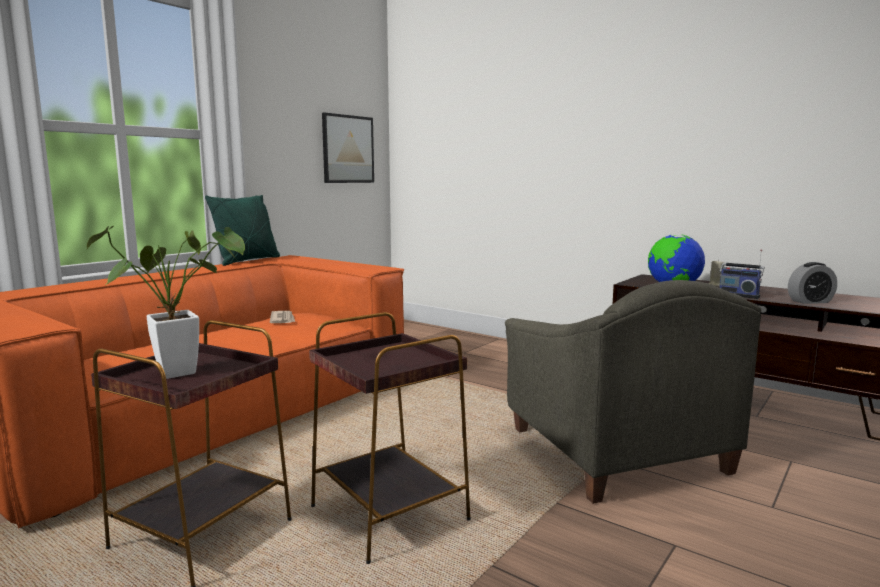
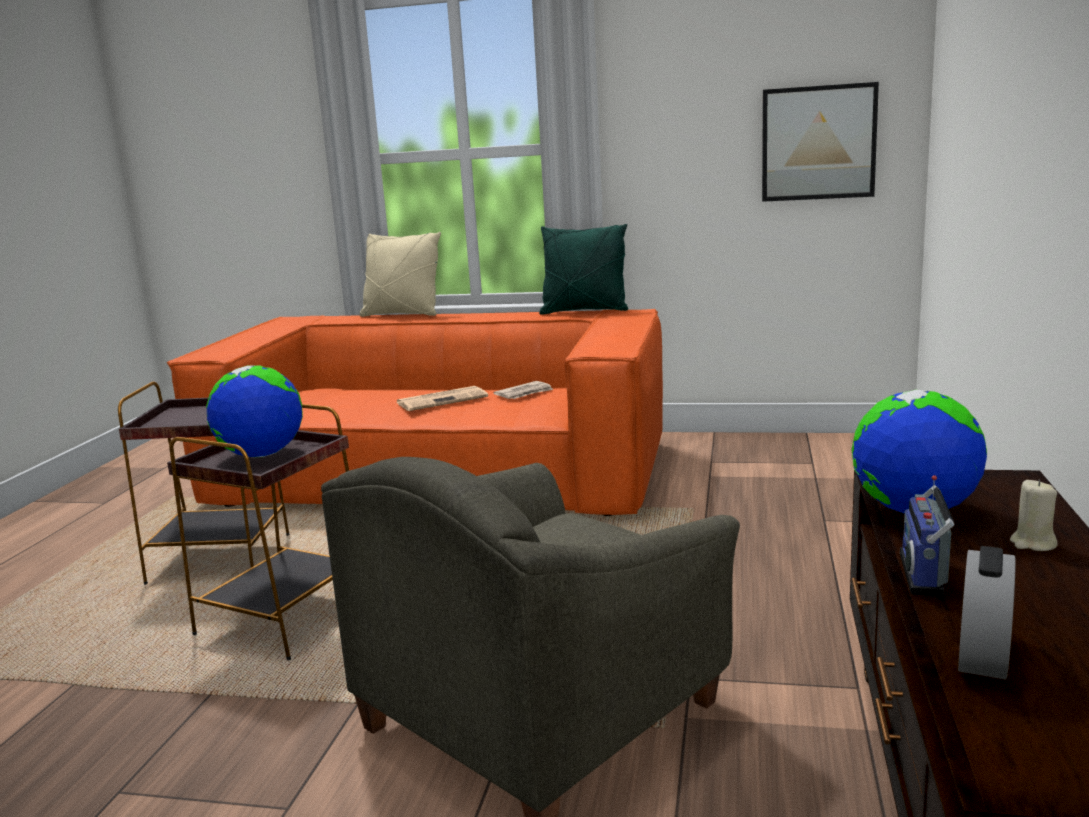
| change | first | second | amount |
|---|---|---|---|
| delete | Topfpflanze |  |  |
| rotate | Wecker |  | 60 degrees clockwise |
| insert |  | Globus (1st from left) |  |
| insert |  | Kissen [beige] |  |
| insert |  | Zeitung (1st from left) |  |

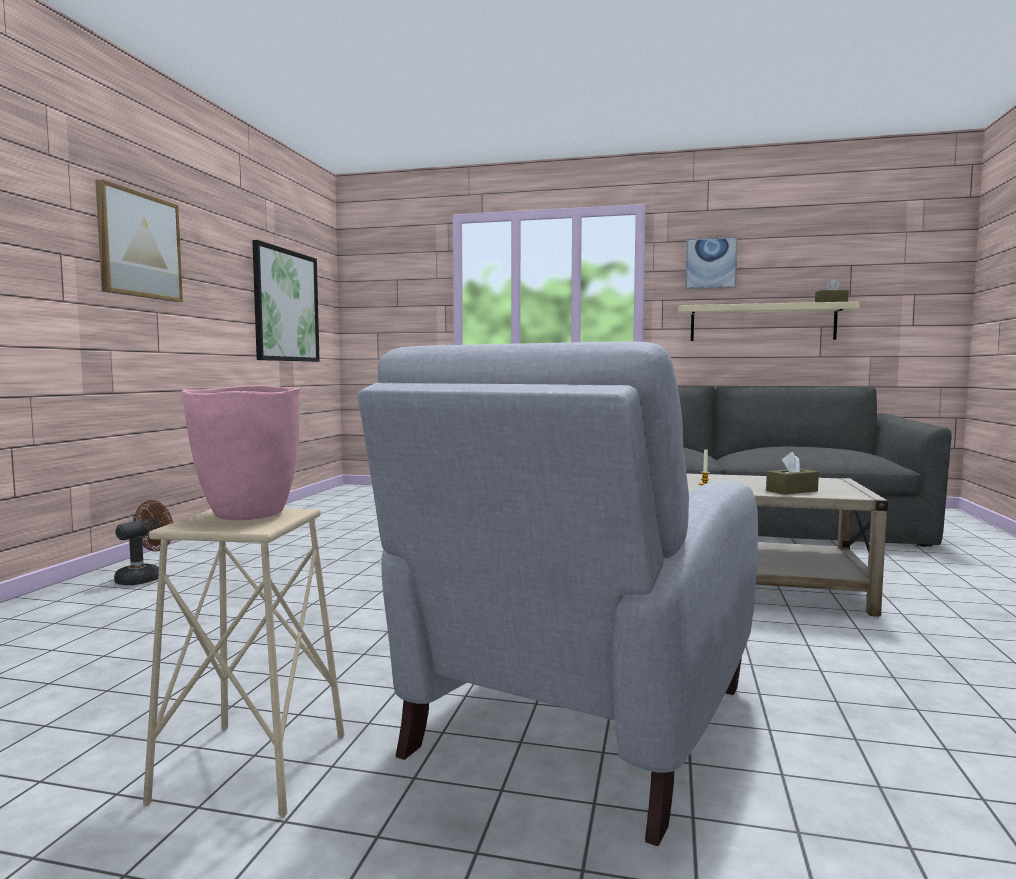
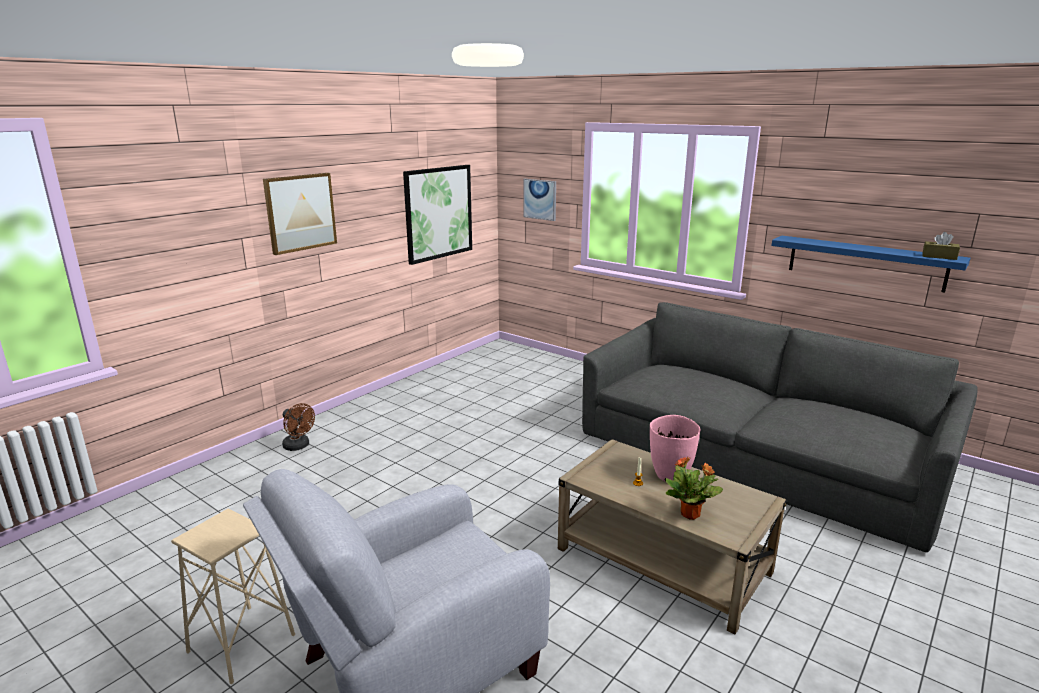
| change | first | second | amount |
|---|---|---|---|
| rotate | Ventilator [braun] |  | 75 degrees clockwise |
| move | Vase [rosa] |  |  |
| recolor | Wandregal [beige] | Wandregal [blau] |  |
| move | Bild (3rd from left) |  |  |
| replace | Taschentuchbox [braun] (1st from left) | Topfpflanze |  |

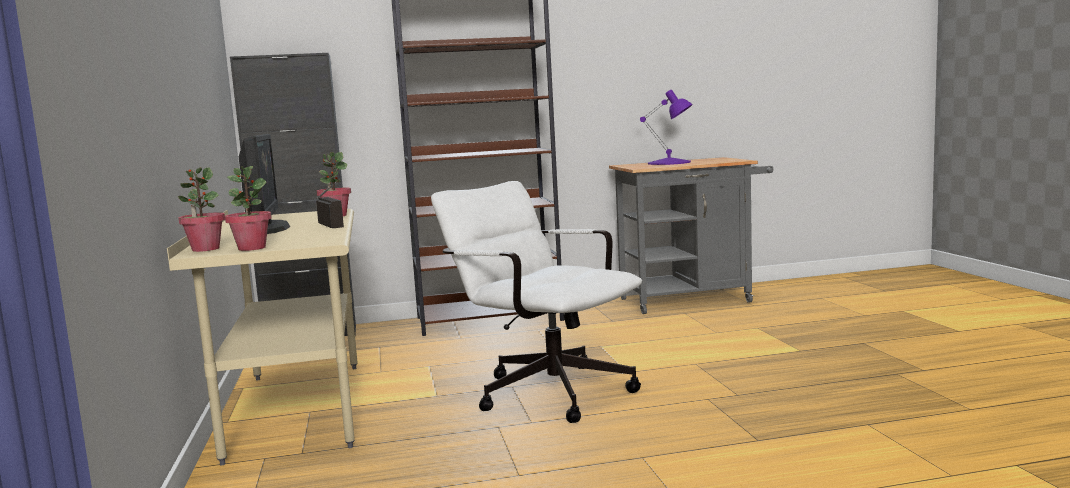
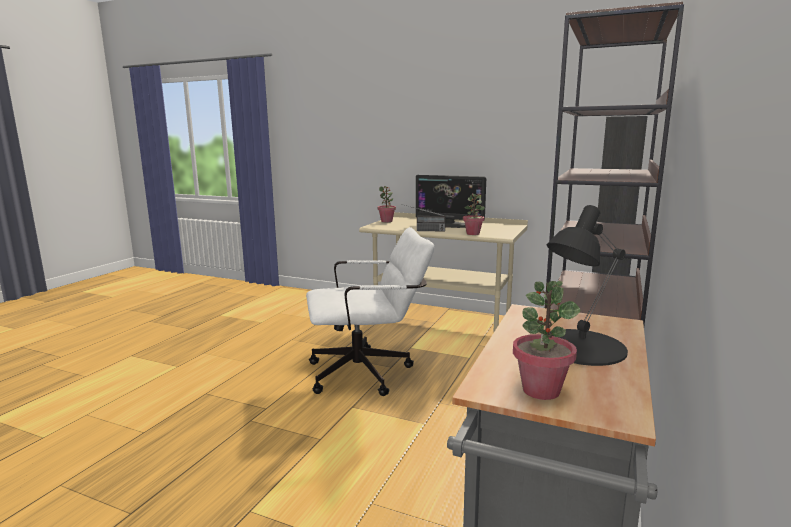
| change | first | second | amount |
|---|---|---|---|
| move | Topfpflanze (1st from left in the first image) | Topfpflanze (3rd from left) |  |
| recolor | Tischlampe [lila] | Tischlampe [schwarz] |  |

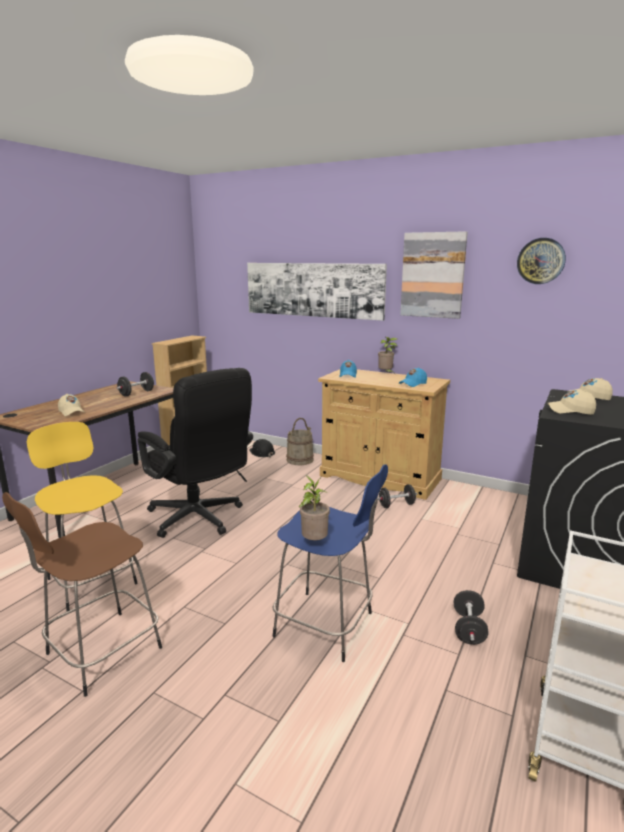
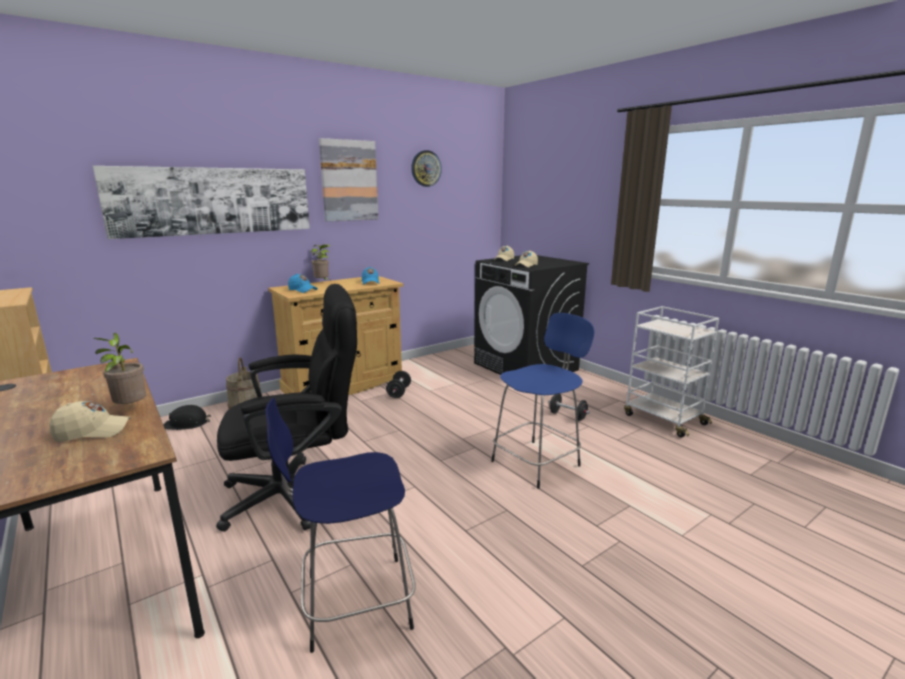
| change | first | second | amount |
|---|---|---|---|
| delete | Hocker [braun] |  |  |
| recolor | Hocker [gelb] | Hocker [blau] (1st from left) |  |
| delete | Hantel [schwarz] (1st from left) |  |  |
| move | Topfpflanze (1st from left) |  |  |

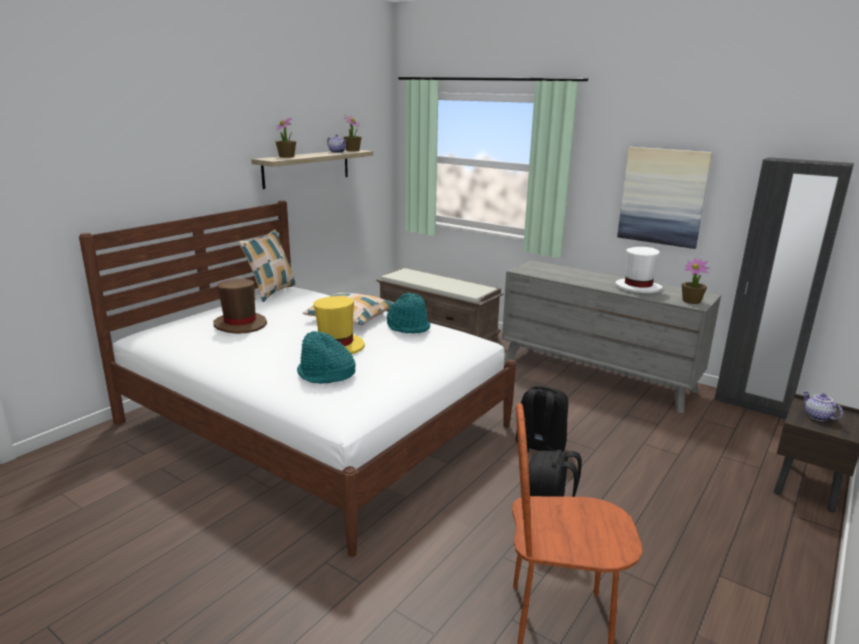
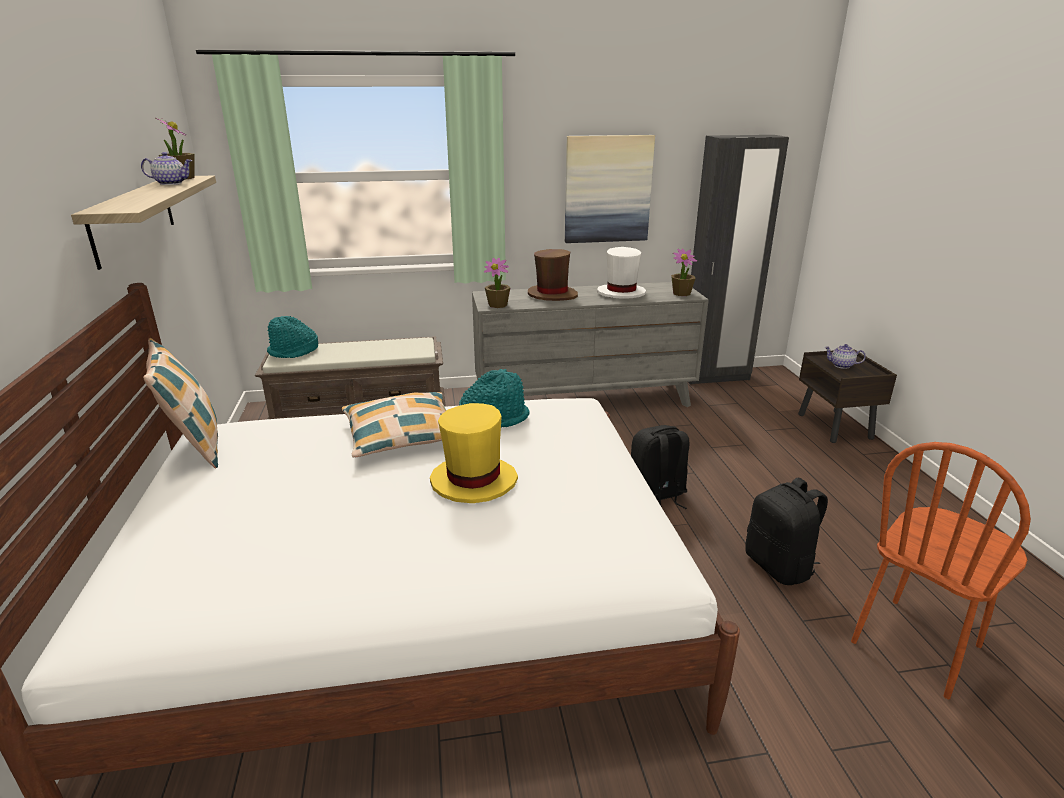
| change | first | second | amount |
|---|---|---|---|
| move | Hut [braun] |  |  |
| move | Topfpflanze (1st from left in the first image) | Topfpflanze (2nd from left) |  |
| move | Hut [türkis] (1st from left) |  |  |

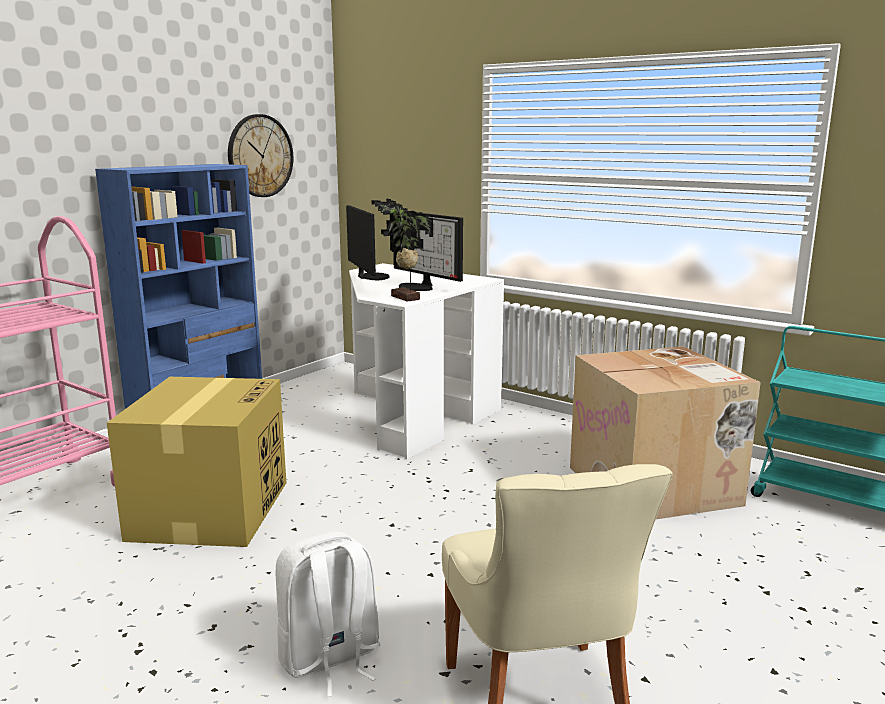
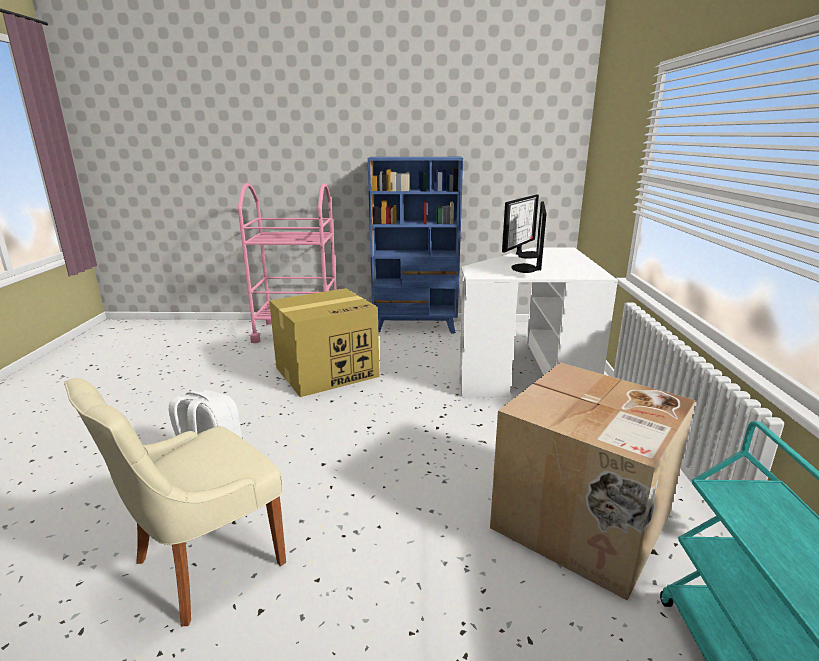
| change | first | second | amount |
|---|---|---|---|
| delete | Wanduhr |  |  |
| delete | Topfpflanze |  |  |

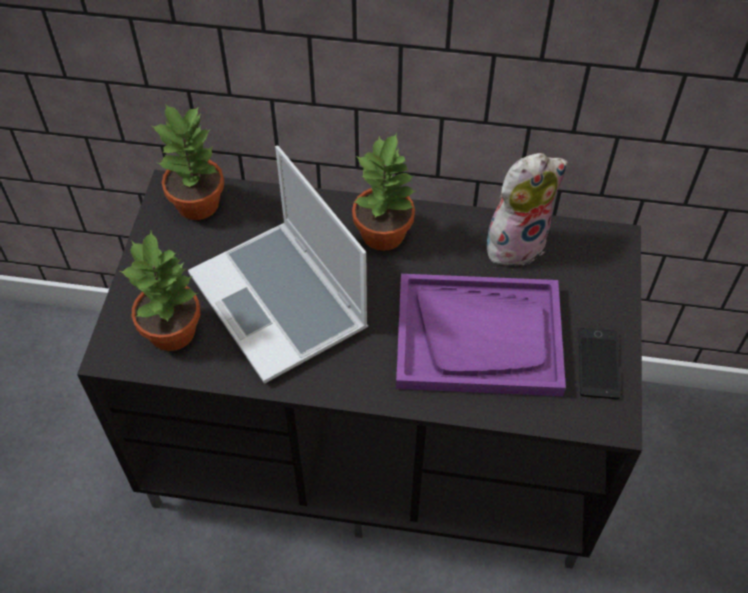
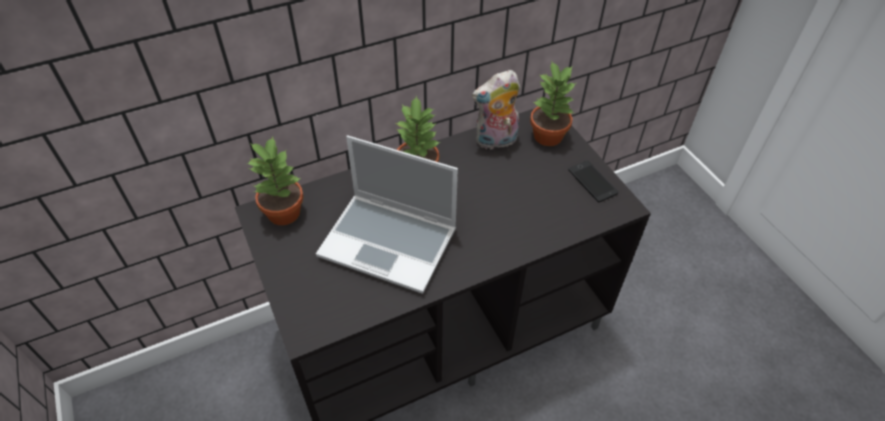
| change | first | second | amount |
|---|---|---|---|
| move | Topfpflanze (1st from left in the first image) | Topfpflanze (3rd from left) |  |
| delete | Tablett [lila] |  |  |
| rotate | Plüschtier |  | 135 degrees counterclockwise |

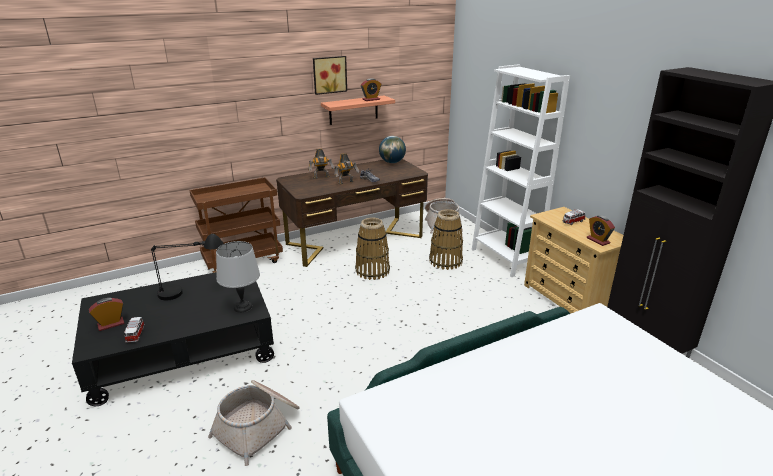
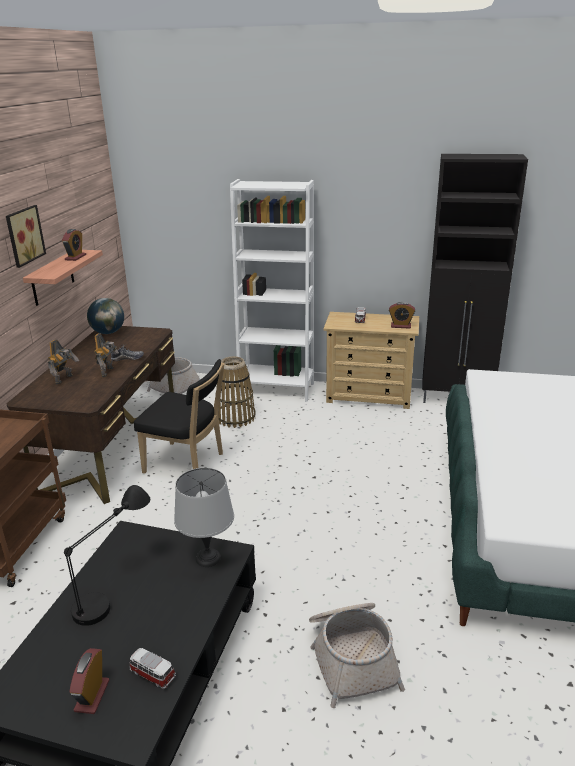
| change | first | second | amount |
|---|---|---|---|
| replace | Korb (2nd from left) | Stuhl [schwarz] |  |

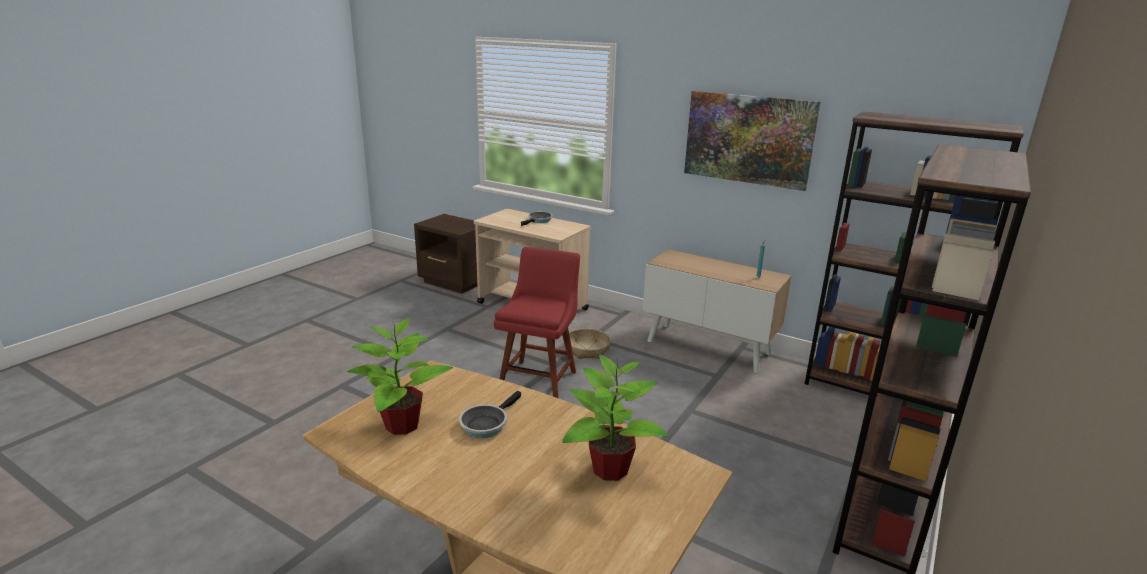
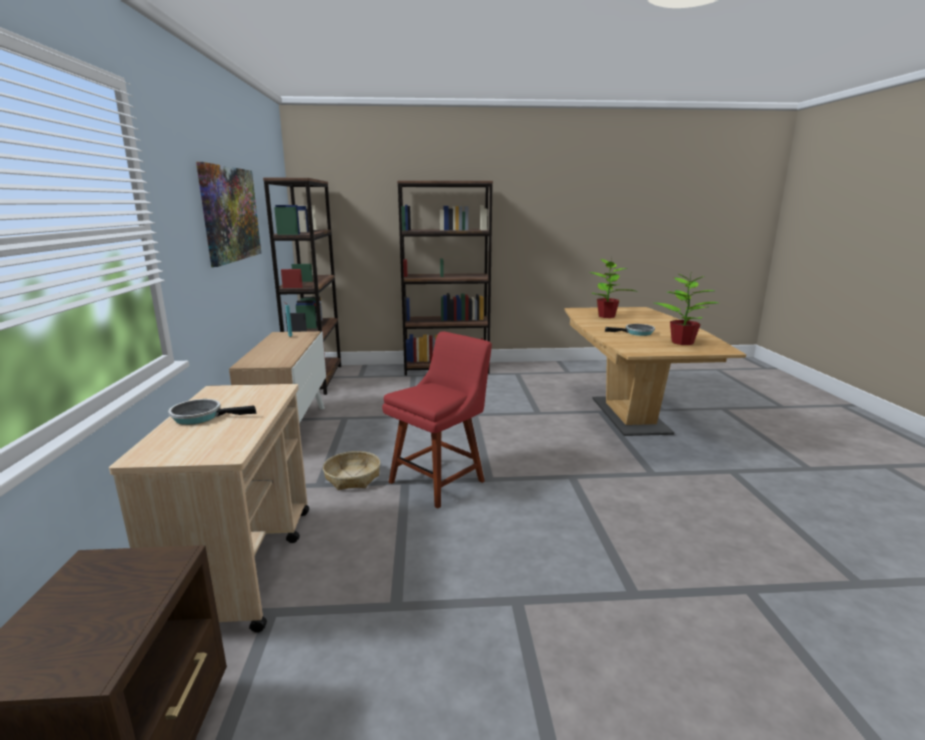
| change | first | second | amount |
|---|---|---|---|
| rotate | Stuhl [rot] |  | 150 degrees clockwise |

